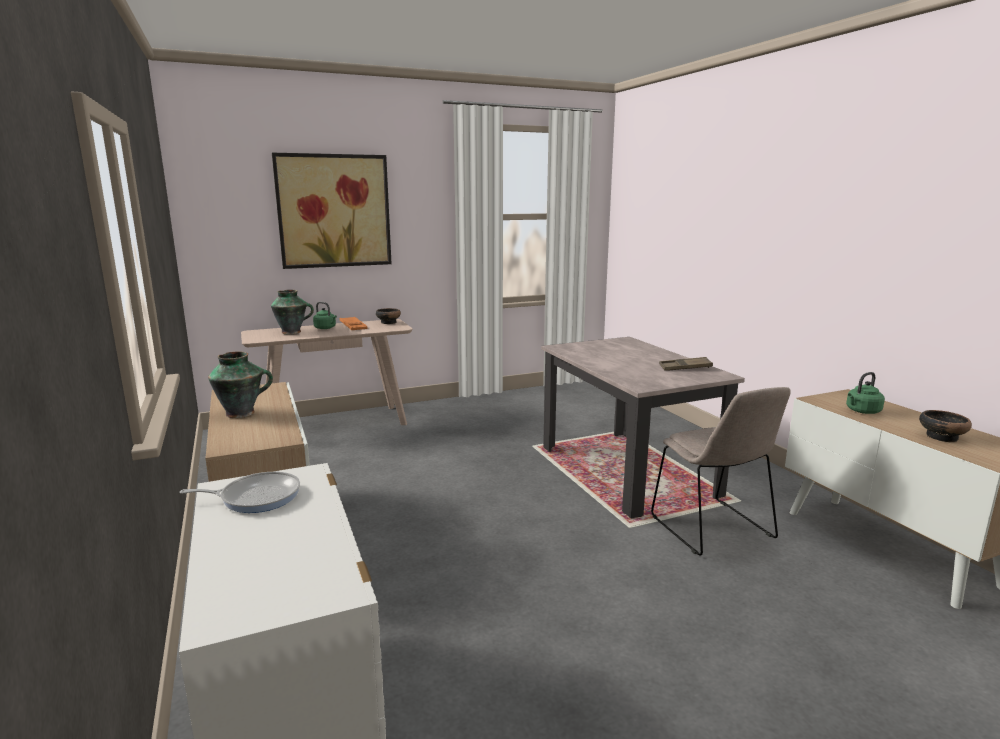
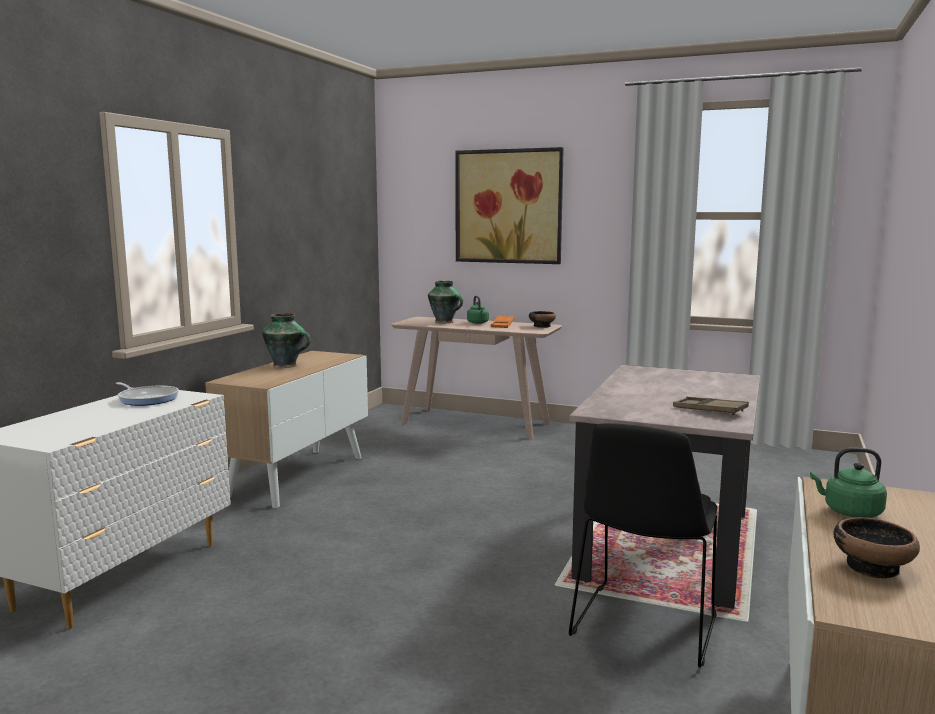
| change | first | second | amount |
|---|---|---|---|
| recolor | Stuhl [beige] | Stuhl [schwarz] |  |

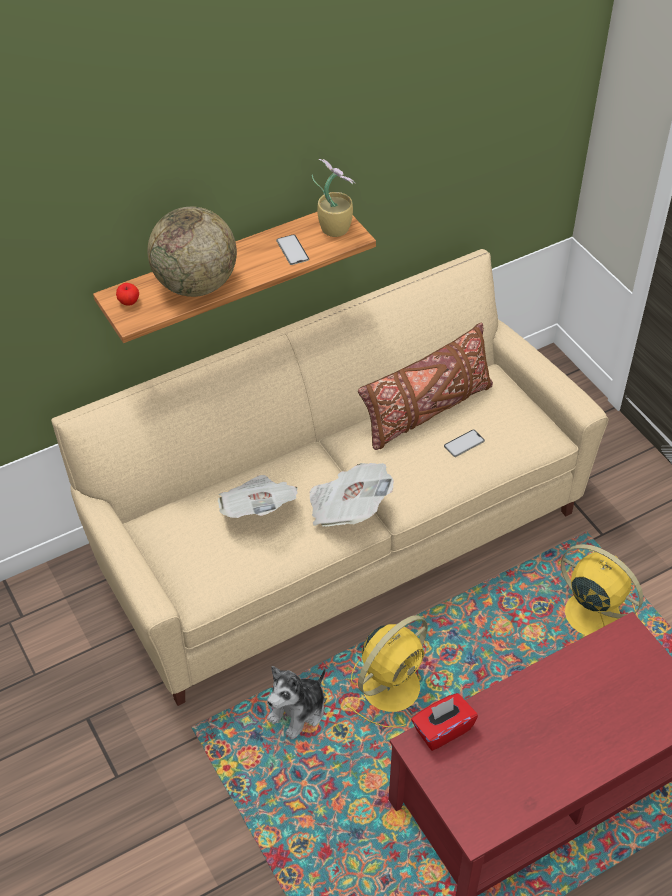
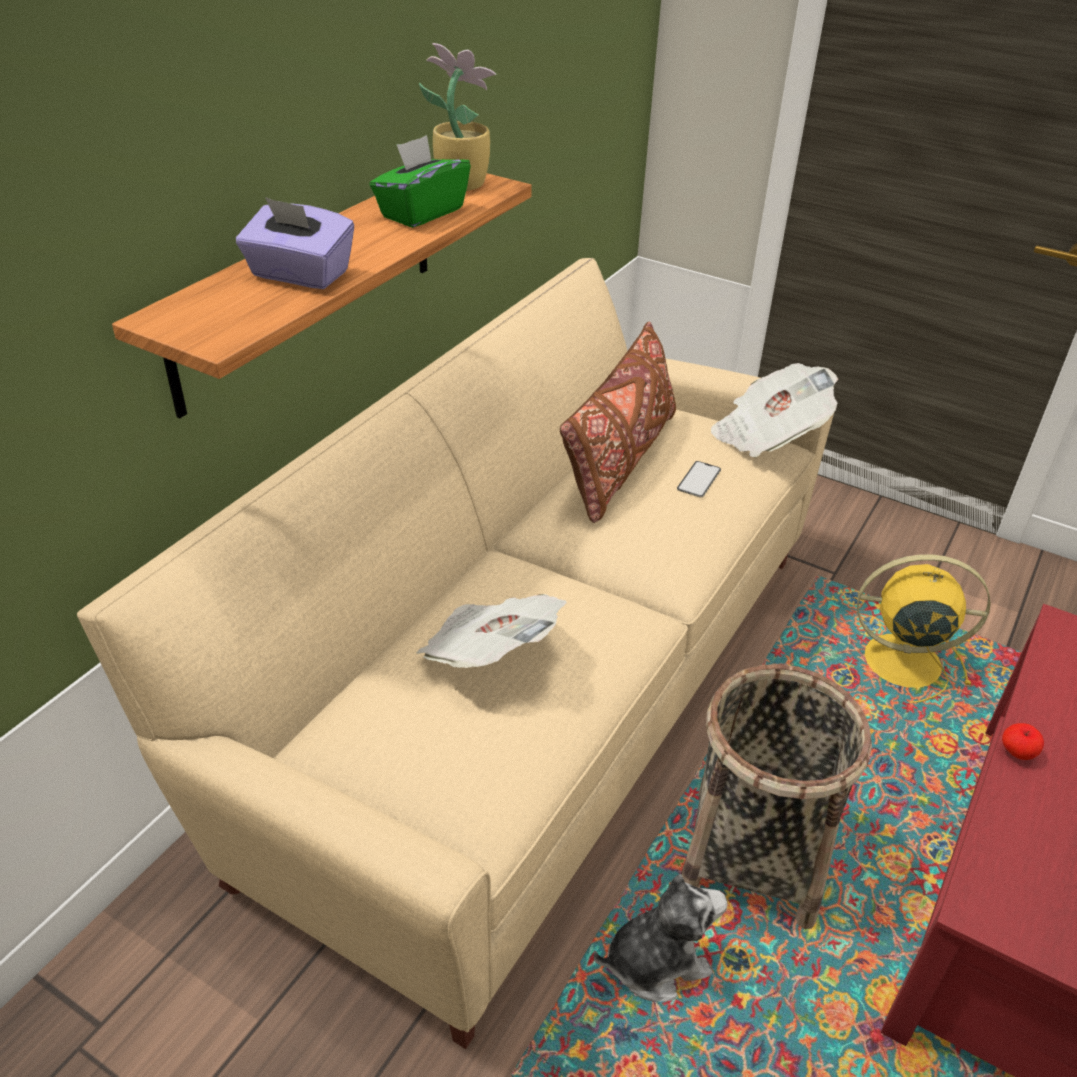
| change | first | second | amount |
|---|---|---|---|
| move | Apfel |  |  |
| replace | Globus | Taschentuchbox [lila] |  |
| rotate | Plüschtier |  | 120 degrees counterclockwise |
| replace | Handy (1st from left) | Taschentuchbox [grün] |  |
| move | Zeitung (2nd from left) |  |  |
| replace | Ventilator [gelb] (1st from left) | Korb |  |
| delete | Taschentuchbox [rot] |  |  |

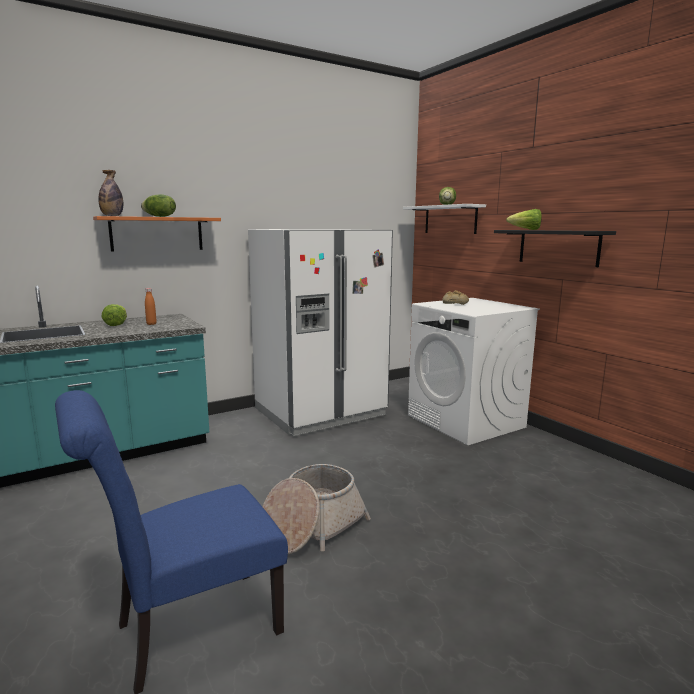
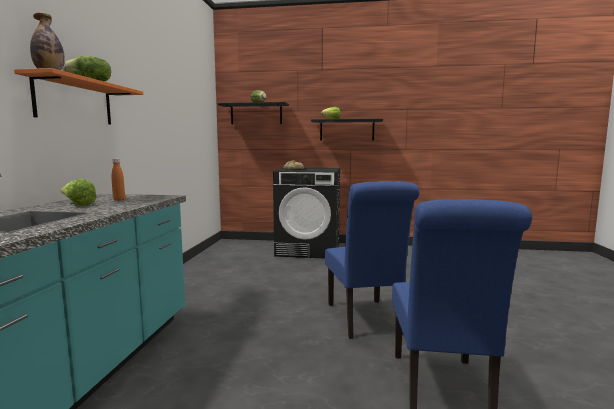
| change | first | second | amount |
|---|---|---|---|
| delete | Kühlschrank [weiß] |  |  |
| replace | Korb | Stuhl [blau] (1st from left) |  |
| recolor | Wandregal [weiß] | Wandregal [schwarz] (1st from left) |  |
| recolor | Waschmaschine [weiß] | Waschmaschine [schwarz] |  |

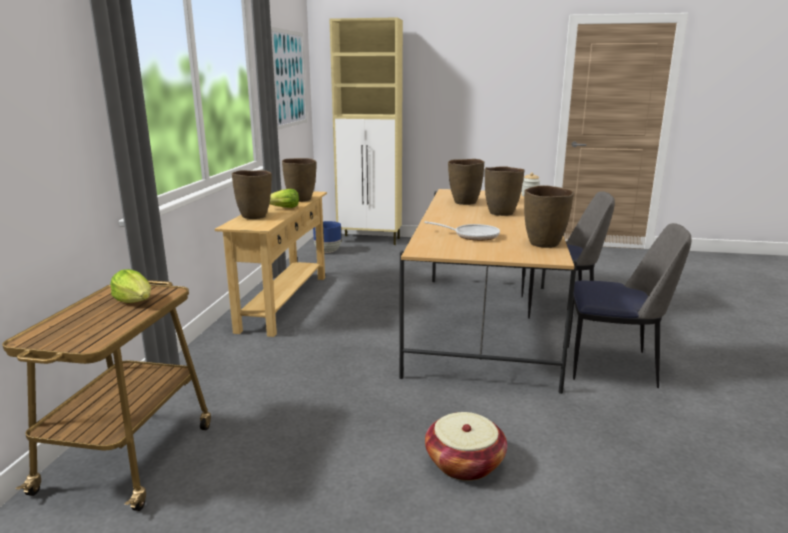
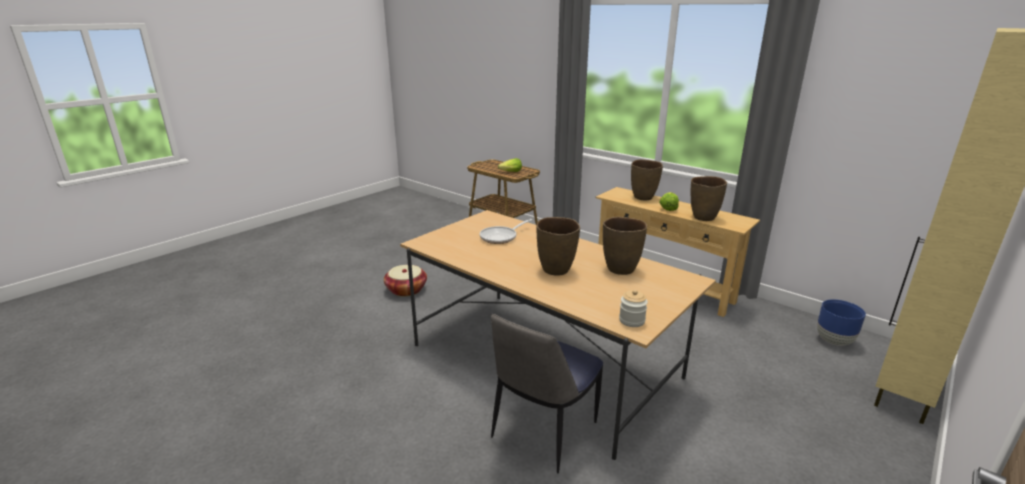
| change | first | second | amount |
|---|---|---|---|
| delete | Bild |  |  |
| delete | Vase [braun] (5th from left) |  |  |
| delete | Stuhl (2nd from left) |  |  |

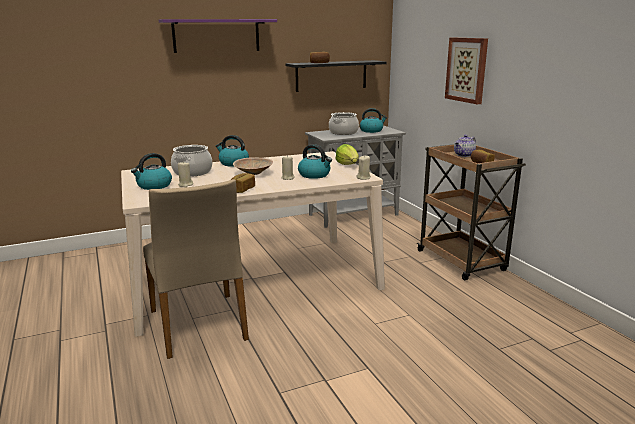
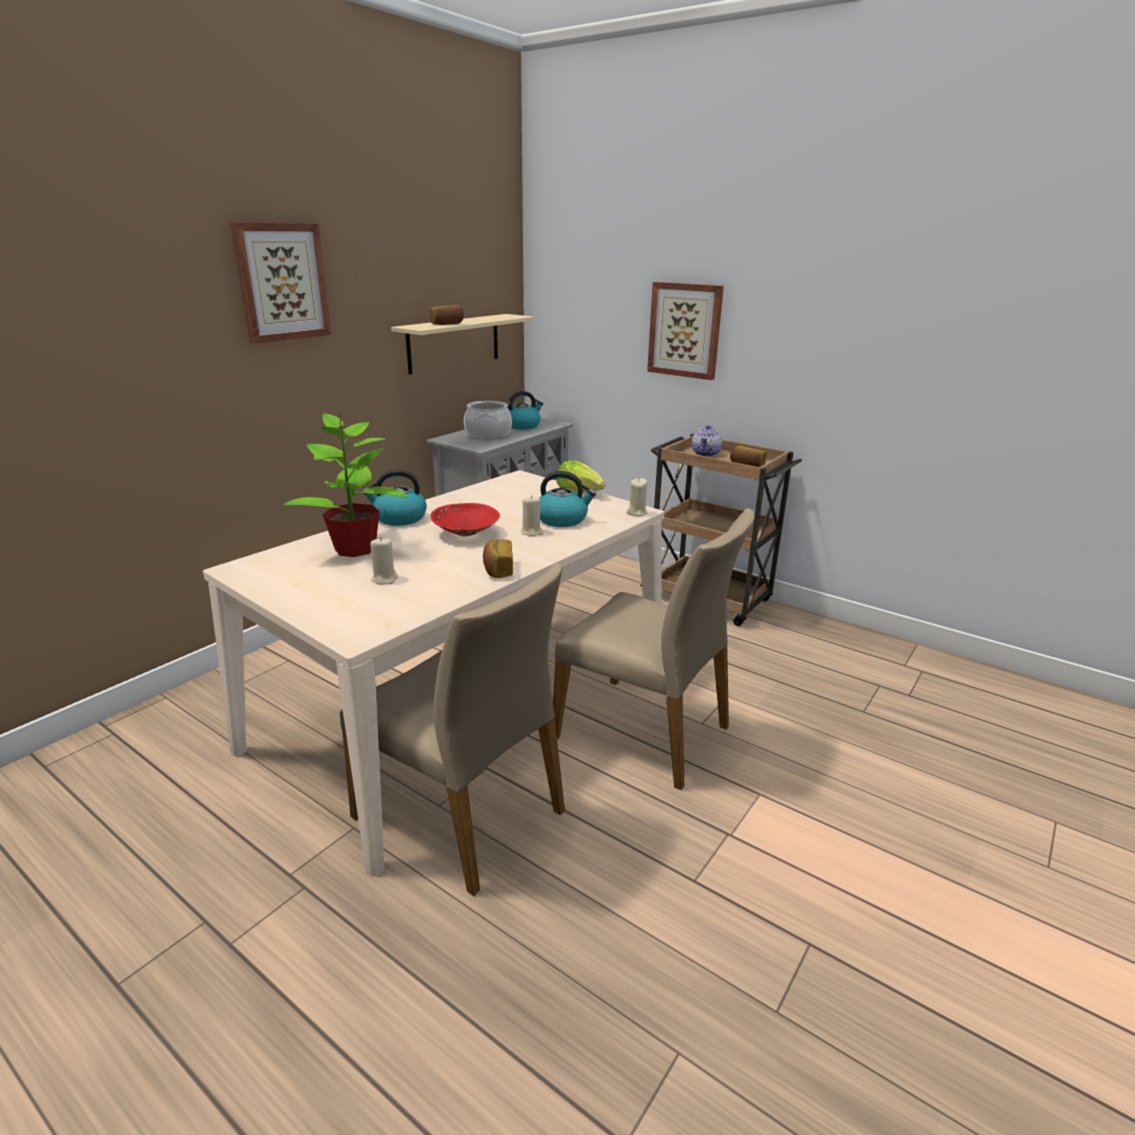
| change | first | second | amount |
|---|---|---|---|
| delete | Wasserkessel (1st from left) |  |  |
| replace | Wandregal [lila] | Bild (1st from left) |  |
| replace | Kochtopf (1st from left) | Topfpflanze |  |
| recolor | Schüssel [beige] | Schüssel [rot] |  |
| recolor | Wandregal [schwarz] | Wandregal [beige] |  |
| insert |  | Stuhl [beige] (2nd from left) |  |

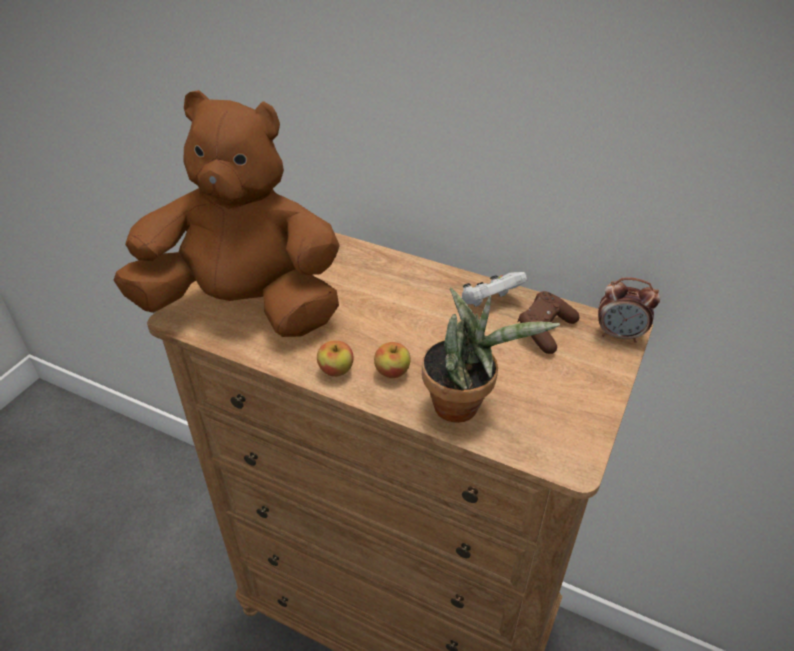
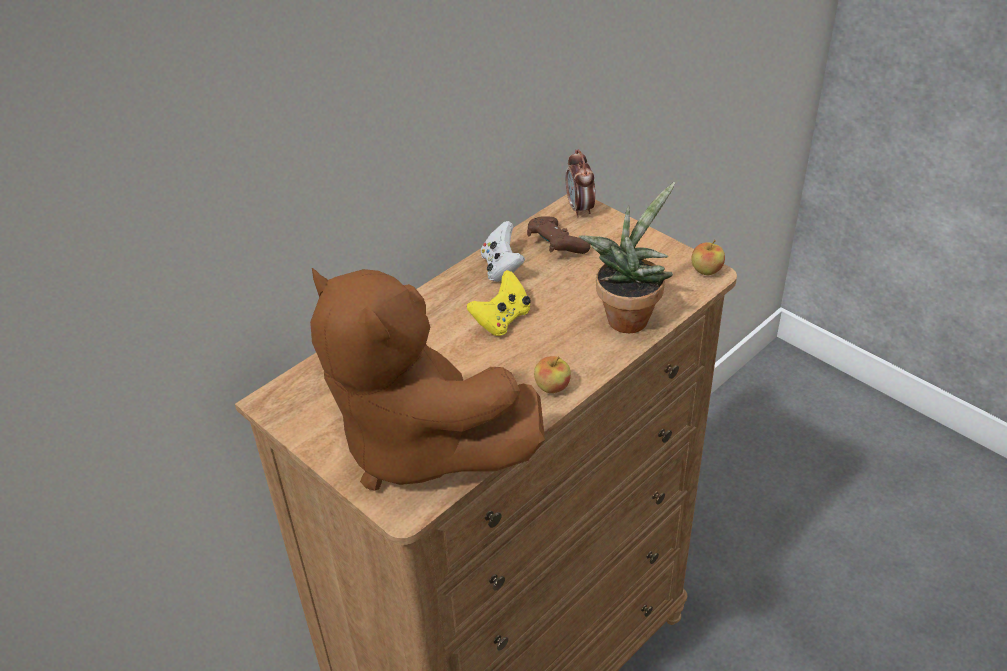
| change | first | second | amount |
|---|---|---|---|
| rotate | Plüschtier [braun] |  | 75 degrees counterclockwise |
| move | Apfel (2nd from left) |  |  |
| rotate | Wecker |  | 135 degrees clockwise |
| insert |  | Gamepad [gelb] |  |

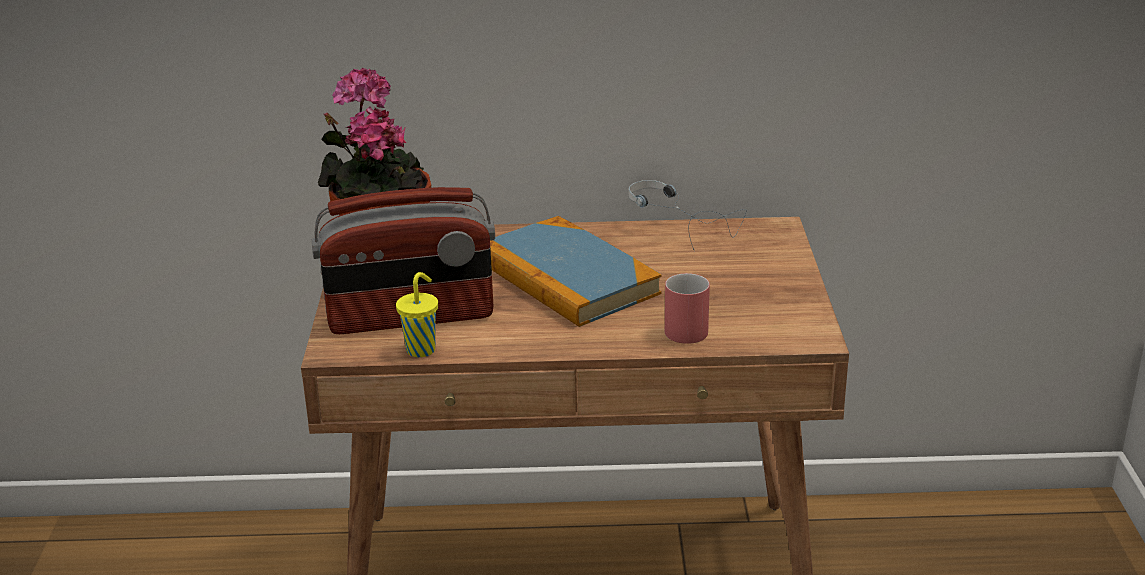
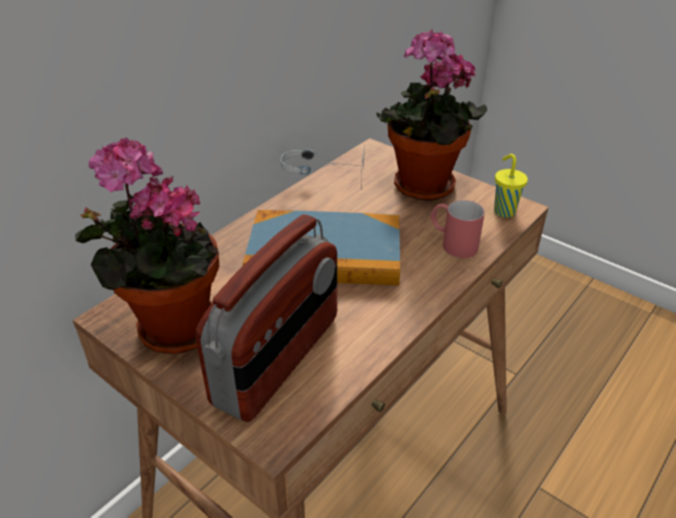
| change | first | second | amount |
|---|---|---|---|
| move | Tasse [gelb] |  |  |
| insert |  | Topfpflanze (2nd from left) |  |

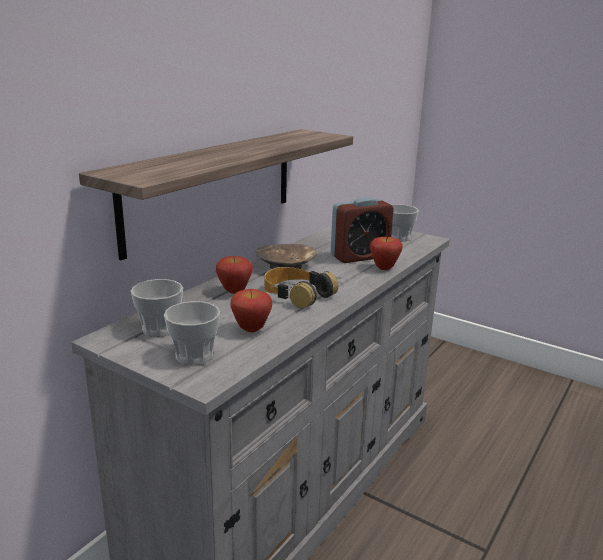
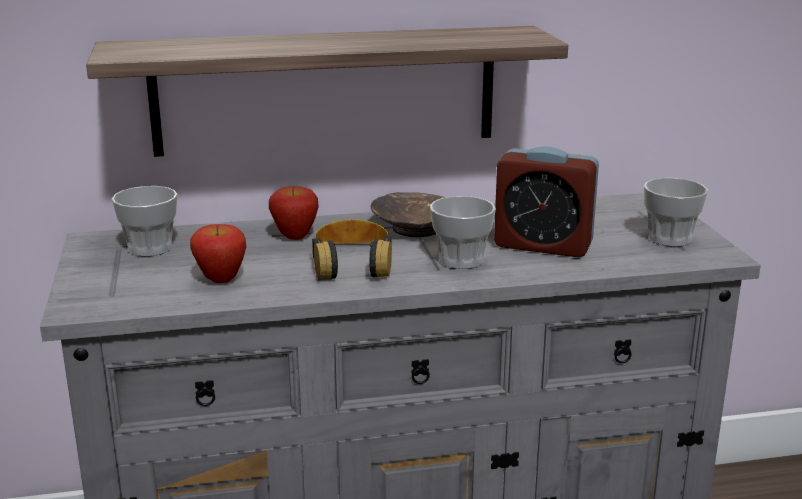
| change | first | second | amount |
|---|---|---|---|
| move | Tasse (2nd from left) |  |  |
| delete | Apfel (3rd from left) |  |  |

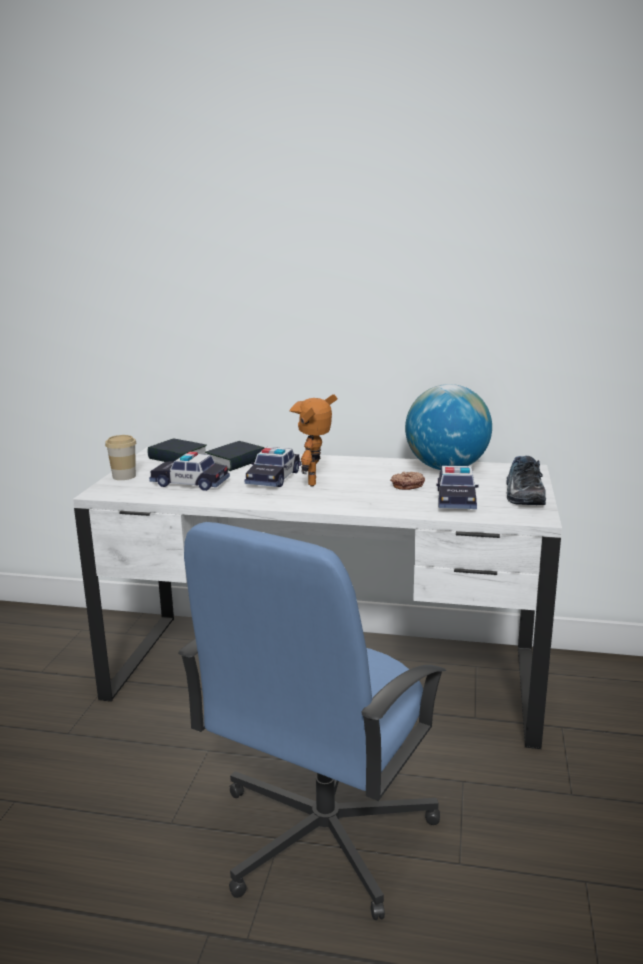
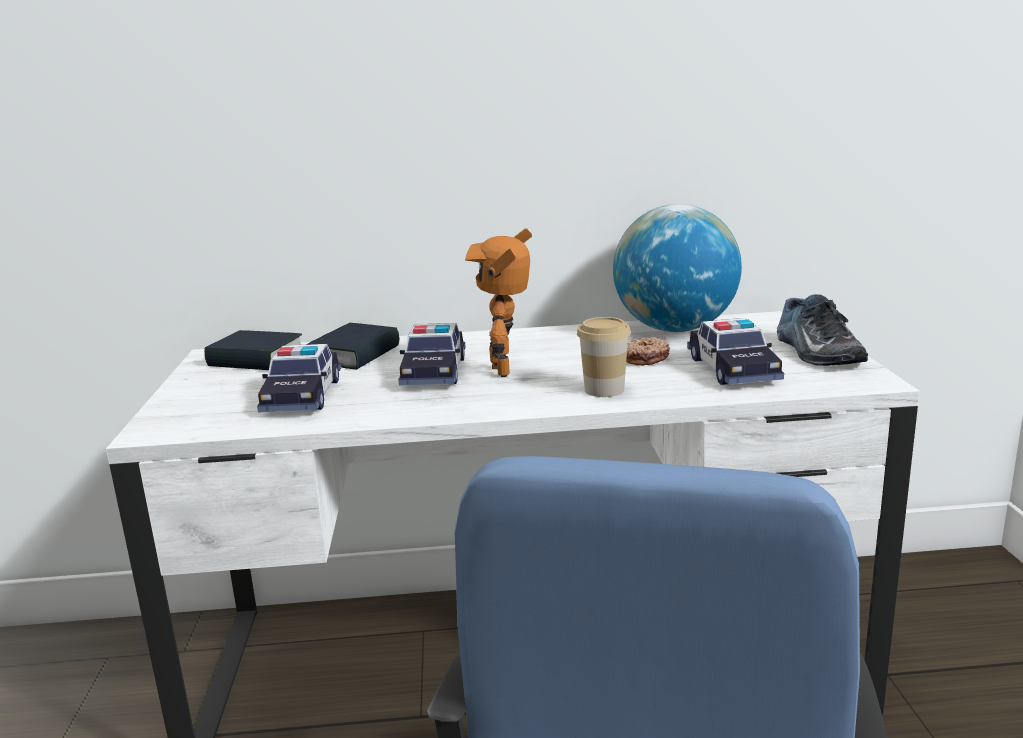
| change | first | second | amount |
|---|---|---|---|
| move | Tasse |  |  |
| rotate | Spielzeugauto (1st from left) |  | 90 degrees counterclockwise |

